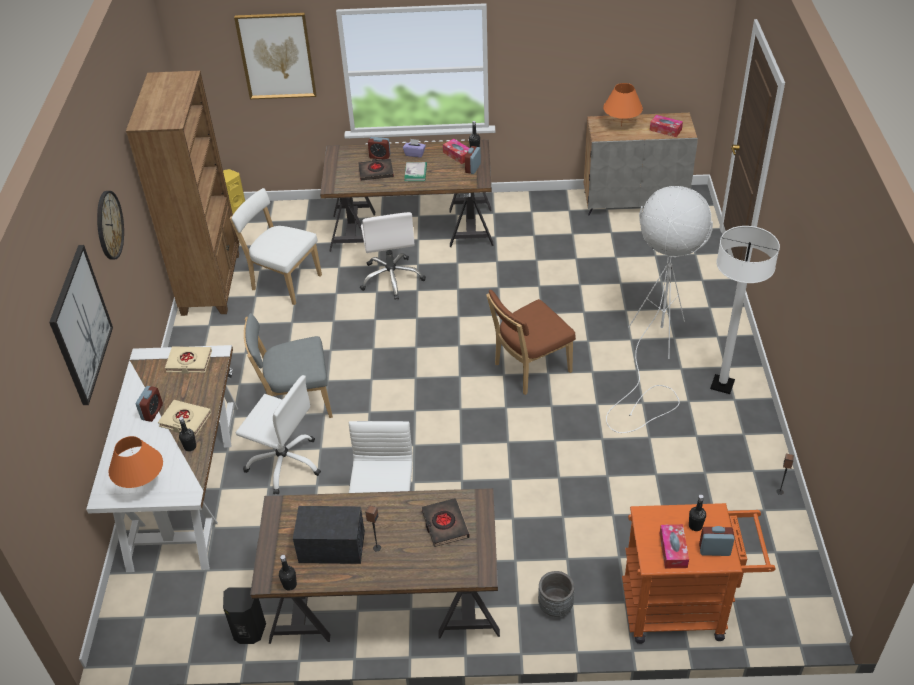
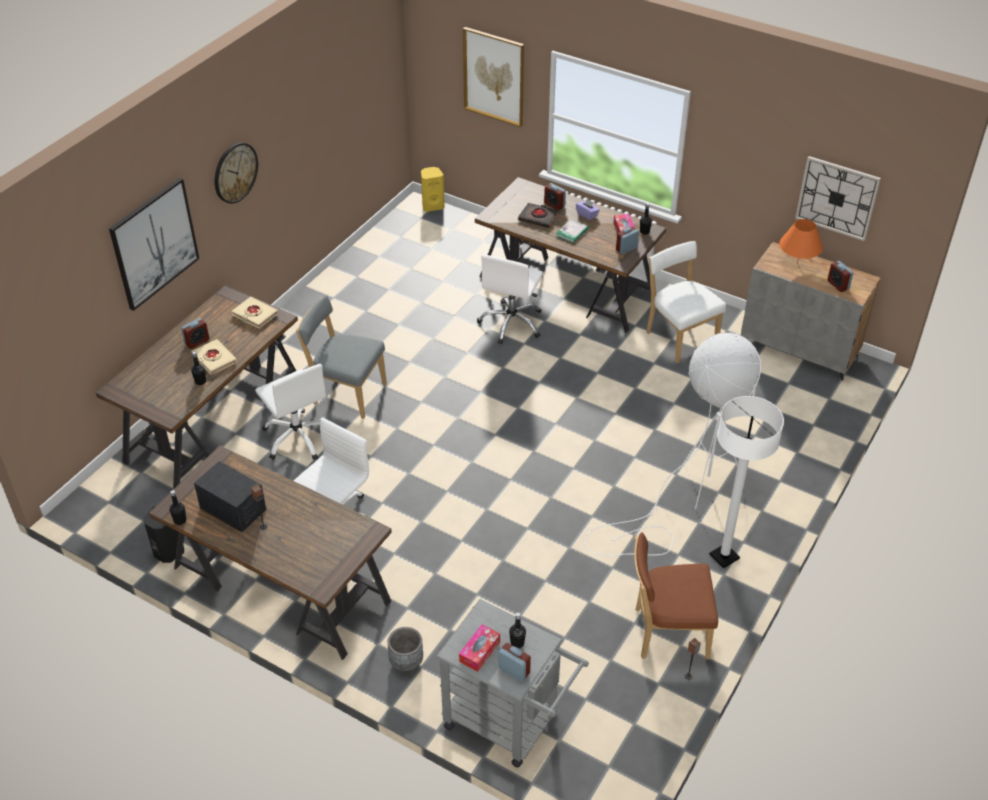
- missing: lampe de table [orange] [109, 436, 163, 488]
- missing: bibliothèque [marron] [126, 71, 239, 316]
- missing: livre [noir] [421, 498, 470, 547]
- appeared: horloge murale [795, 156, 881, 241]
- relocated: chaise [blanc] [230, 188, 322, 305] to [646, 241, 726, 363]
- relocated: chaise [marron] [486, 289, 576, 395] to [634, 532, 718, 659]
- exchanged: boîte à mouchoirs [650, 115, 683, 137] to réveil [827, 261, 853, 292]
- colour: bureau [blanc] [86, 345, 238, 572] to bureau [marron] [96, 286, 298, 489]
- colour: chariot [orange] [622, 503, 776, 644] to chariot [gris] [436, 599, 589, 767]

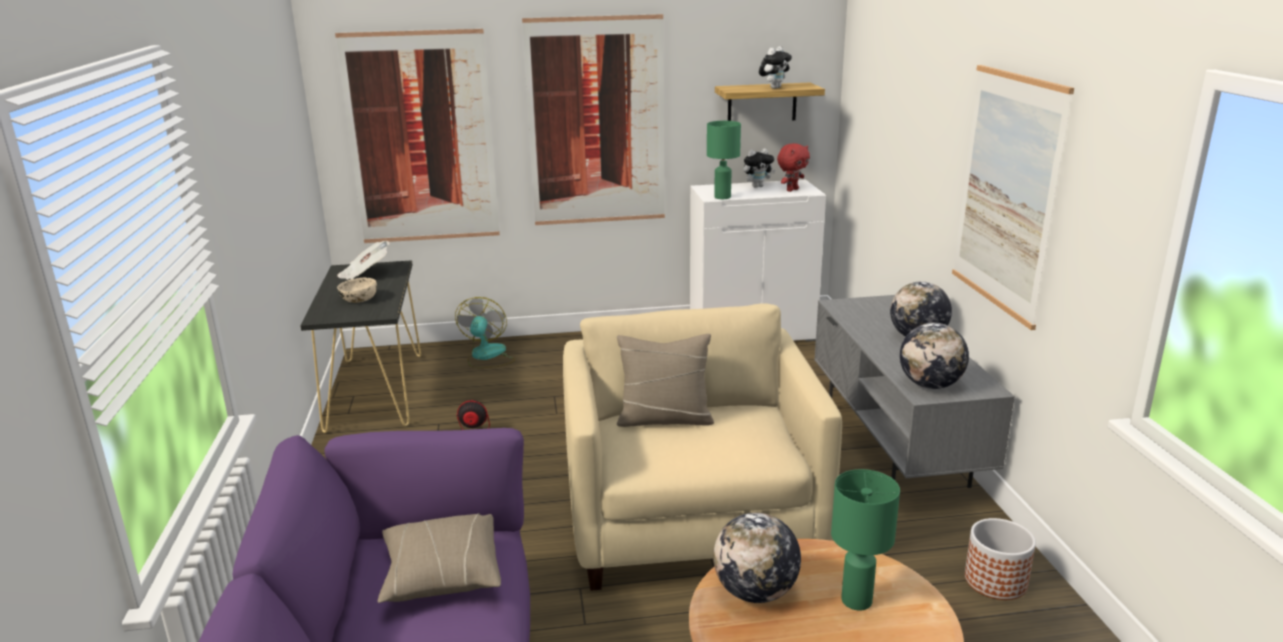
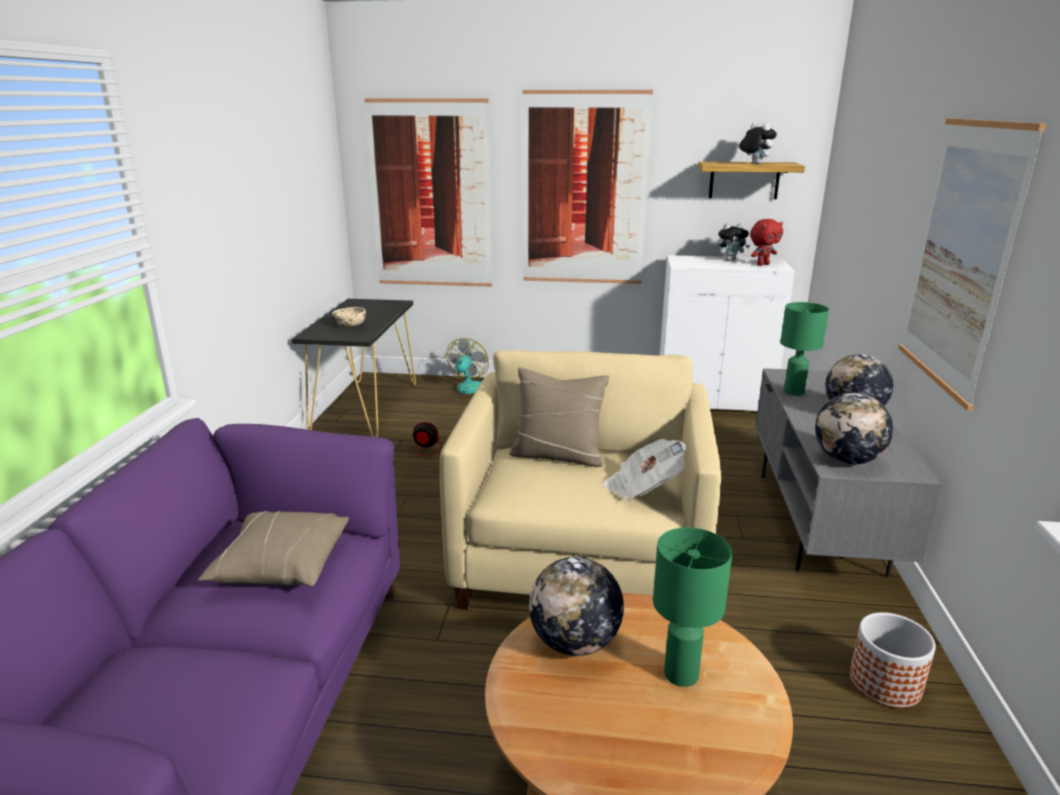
- relocated: journal [337, 241, 390, 280] to [603, 439, 687, 500]
- relocated: lampe de table [vert] [707, 121, 741, 199] to [780, 302, 829, 396]
- spun: peluche [759, 46, 792, 89] = [739, 123, 777, 164] 90 degrees counterclockwise

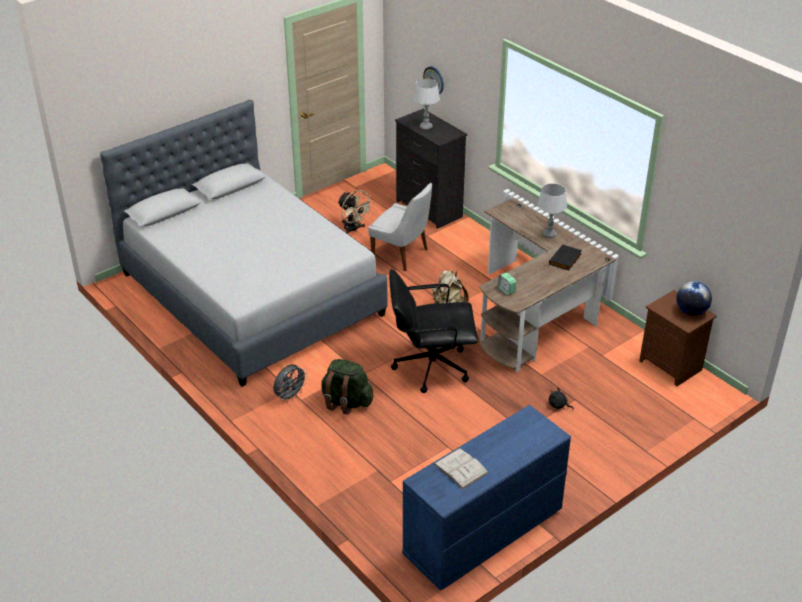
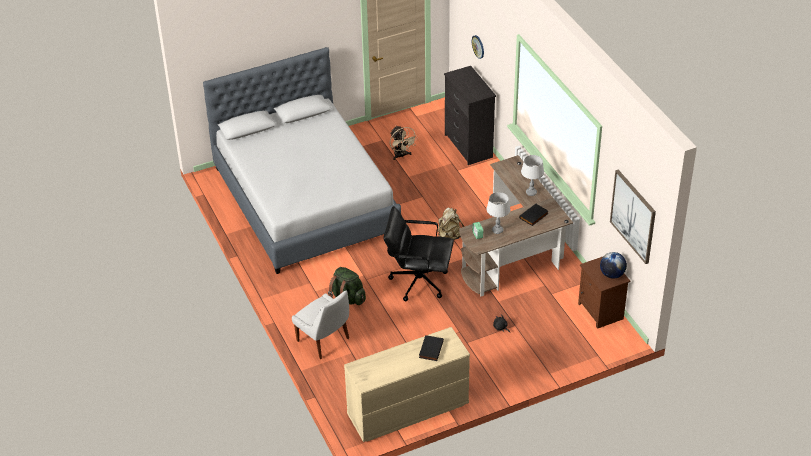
- missing: ventilateur [gris] [273, 364, 308, 402]
- missing: livre [blanc] [434, 448, 489, 489]
- appeared: livre [noir] [419, 335, 444, 361]
- appeared: tableau [610, 170, 656, 264]
- relocated: chaise [blanc] [368, 183, 432, 271] to [292, 290, 349, 359]
- relocated: lampe de table [gris] [413, 79, 440, 130] to [487, 192, 510, 234]
- colour: commode [bleu] [402, 405, 571, 591] to commode [beige] [344, 327, 470, 442]

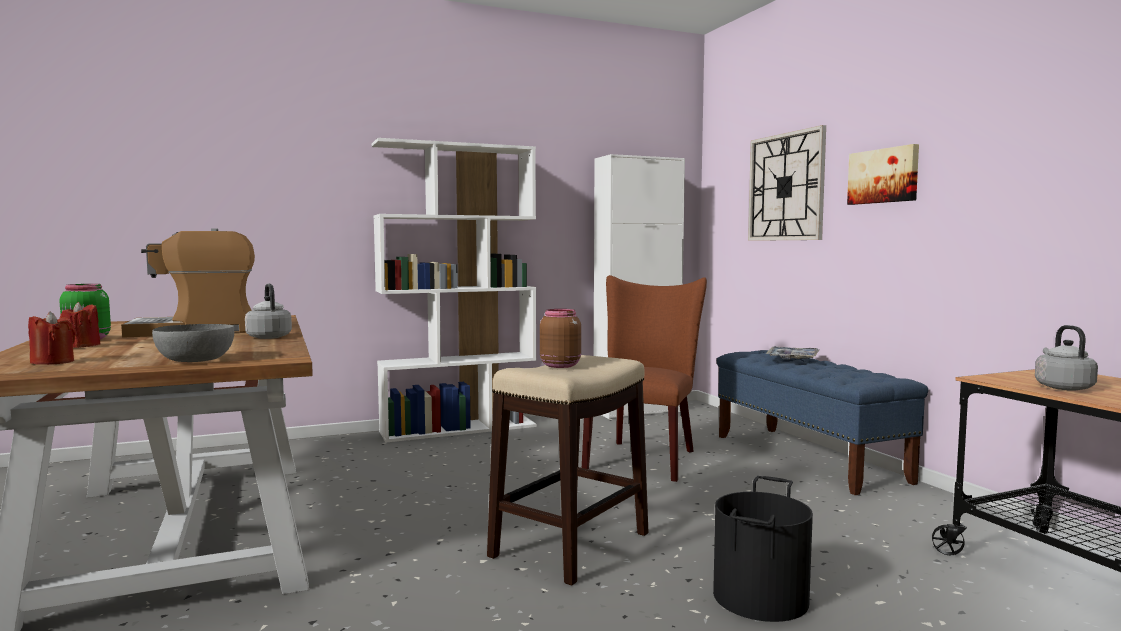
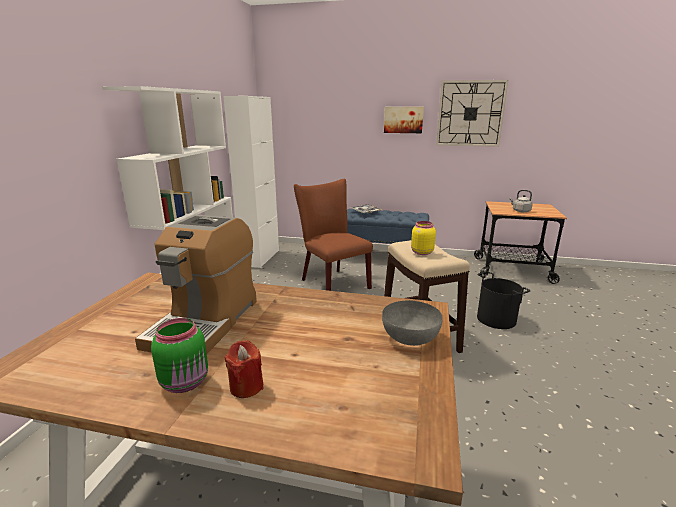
- missing: bougie [rouge] [28, 312, 76, 365]
- missing: bouilloire [gris] [245, 284, 292, 339]
- relocated: horloge murale [748, 125, 826, 241] to [436, 80, 508, 147]
- colour: bocal [marron] [540, 309, 581, 368] to bocal [jaune] [411, 221, 436, 255]

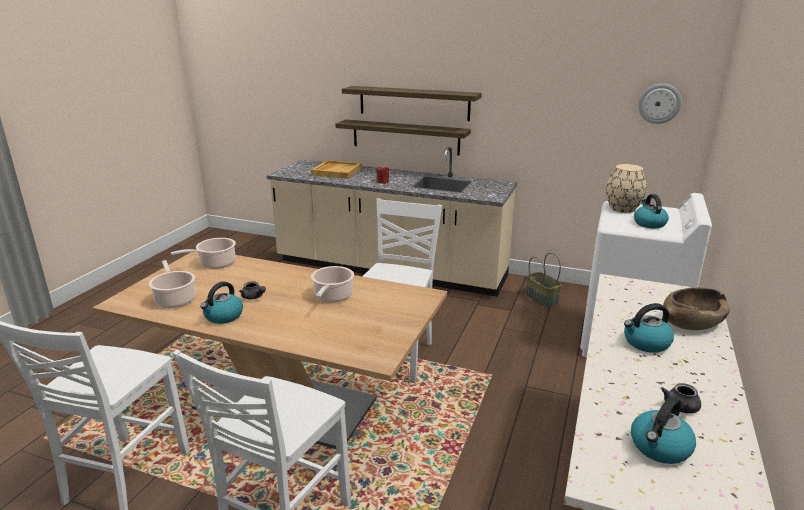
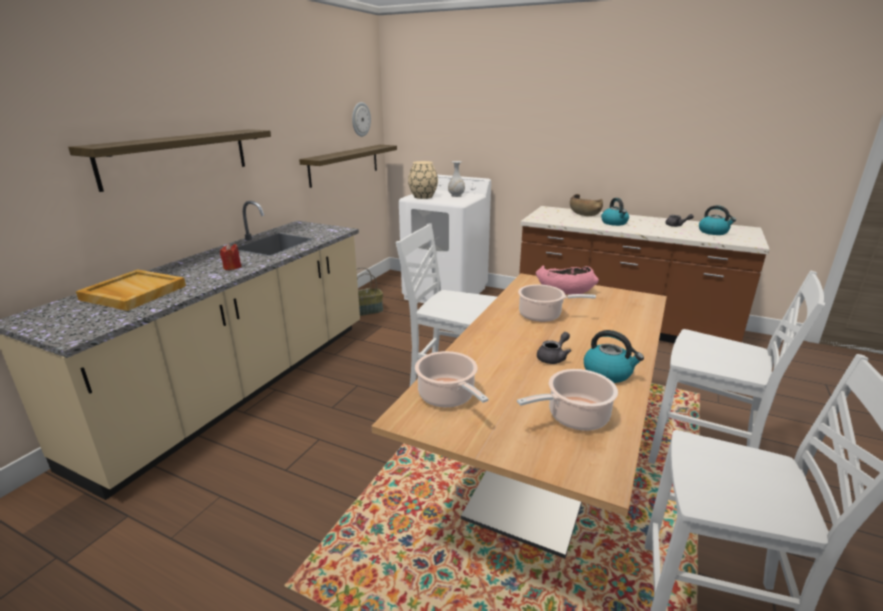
- appeared: bol [rose] [536, 266, 599, 295]
- relocated: étagère [335, 119, 471, 156] to [299, 145, 397, 188]
- exchanged: bouilloire [634, 194, 669, 229] to vase [blanc] [448, 161, 465, 197]

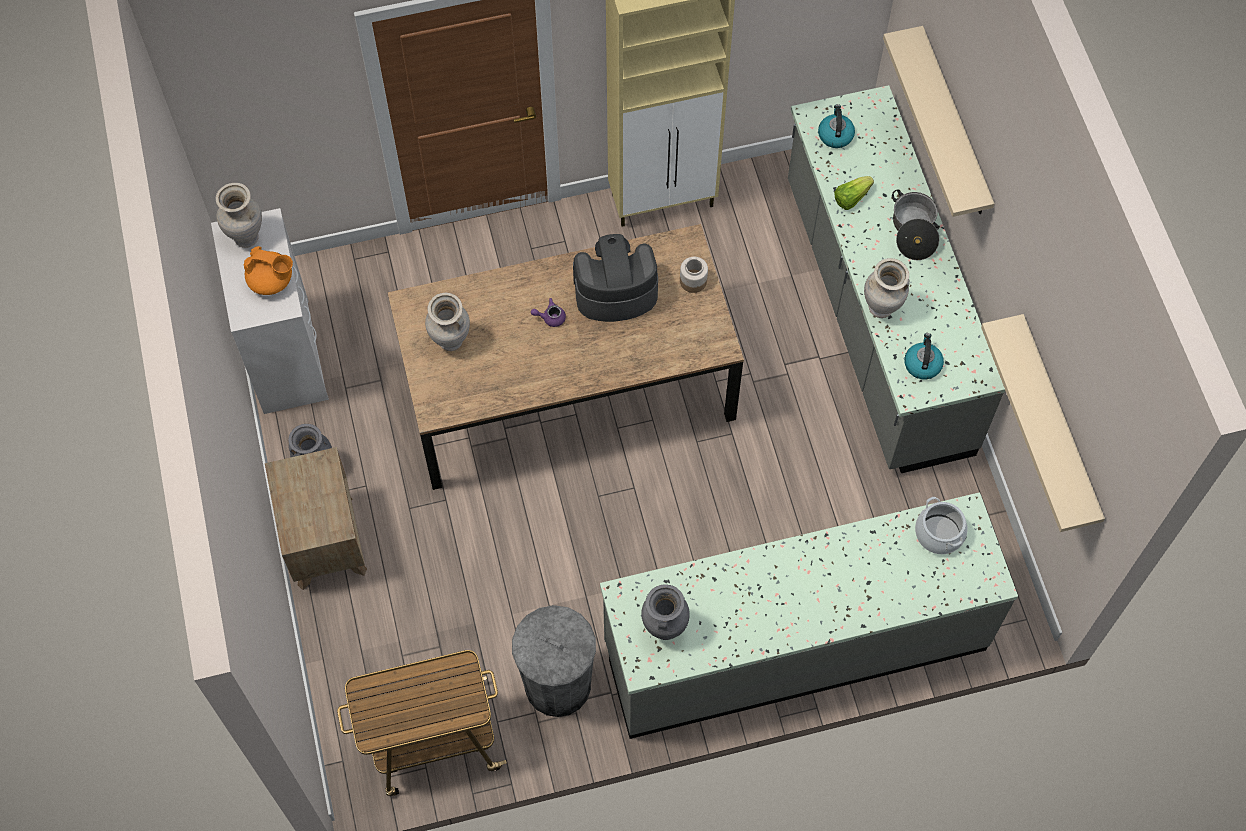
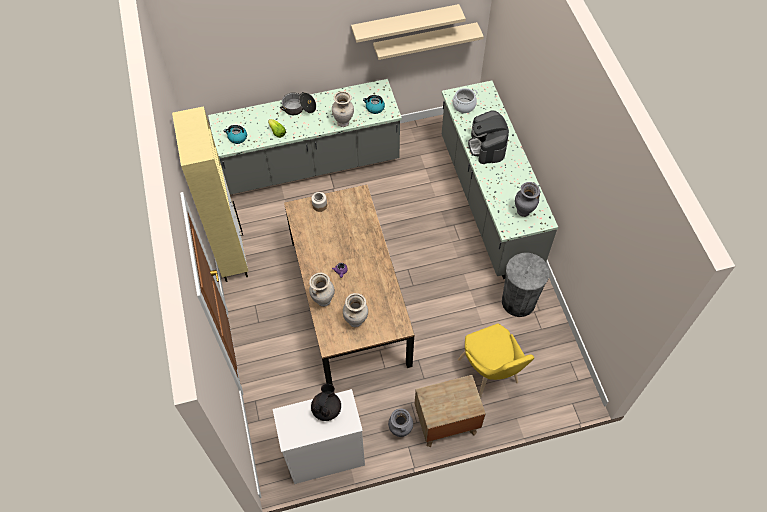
- missing: chariot [337, 650, 507, 796]
- appeared: chaise [jaune] [458, 324, 534, 398]
- relocated: vase [beige] [216, 183, 262, 248] to [309, 273, 335, 307]
- relocated: machine à café [573, 234, 658, 322] to [468, 111, 509, 164]
- relocated: étagère [beige] [883, 26, 994, 217] to [351, 4, 466, 43]
- colour: théière [orange] [244, 246, 293, 295] to théière [noir] [311, 384, 341, 421]

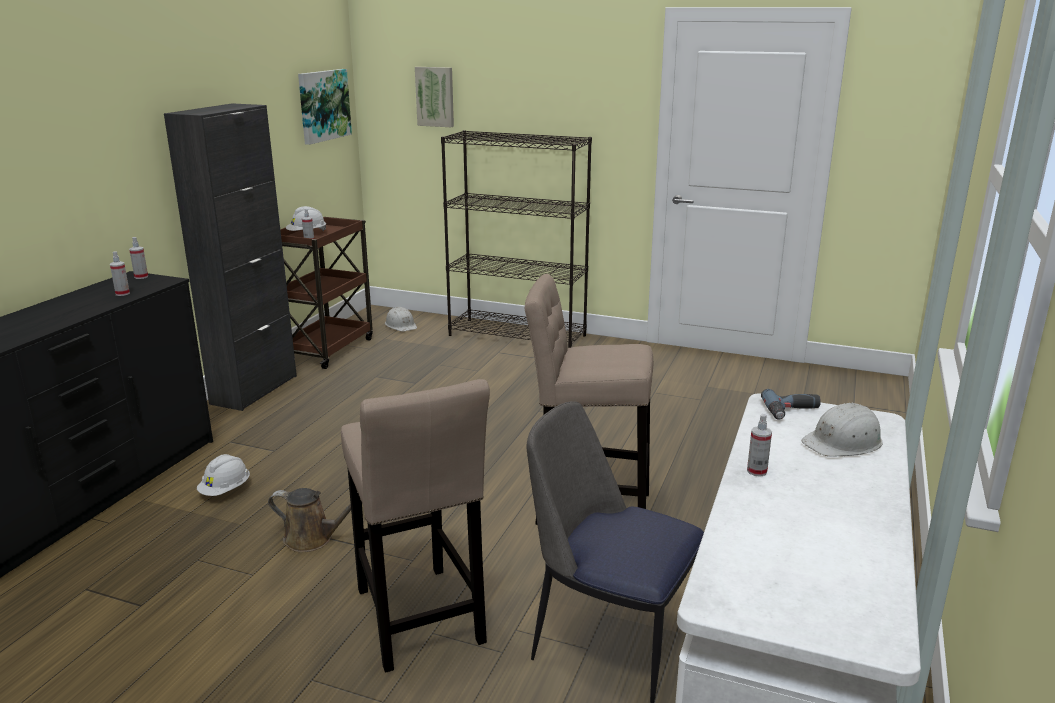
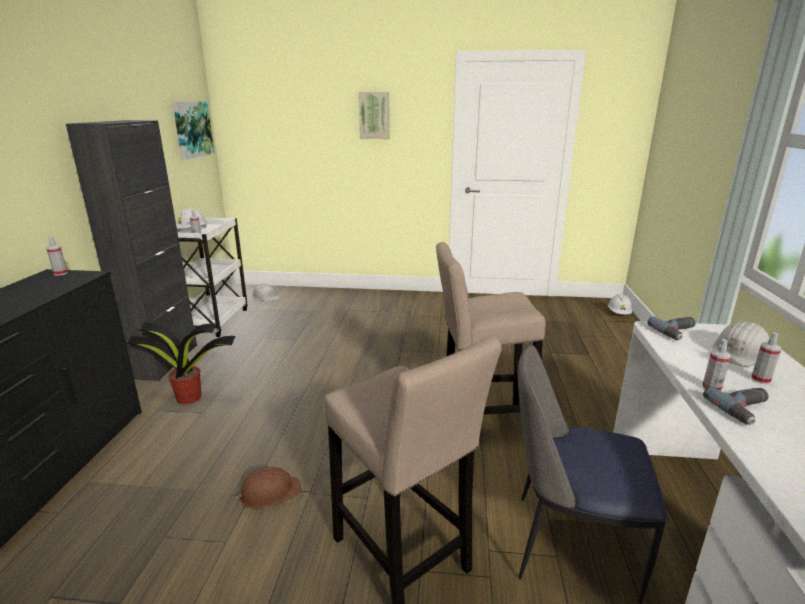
- missing: bibliothèque [noir] [441, 130, 592, 348]
- appeared: plante en pot [126, 322, 235, 404]
- appeared: perceuse [703, 386, 768, 425]
- relocated: vaporisateur [110, 251, 130, 296] to [751, 332, 781, 384]
- relocated: casque de chantier [blanc] [197, 454, 250, 496] to [608, 294, 632, 314]
- relocated: tableau [415, 67, 454, 127] to [358, 92, 389, 139]
- exchanged: arrosoir [marron] [268, 488, 351, 552] to casque de chantier [marron] [235, 467, 301, 509]
- colour: chariot [marron] [280, 217, 373, 369] to chariot [blanc] [177, 218, 248, 337]

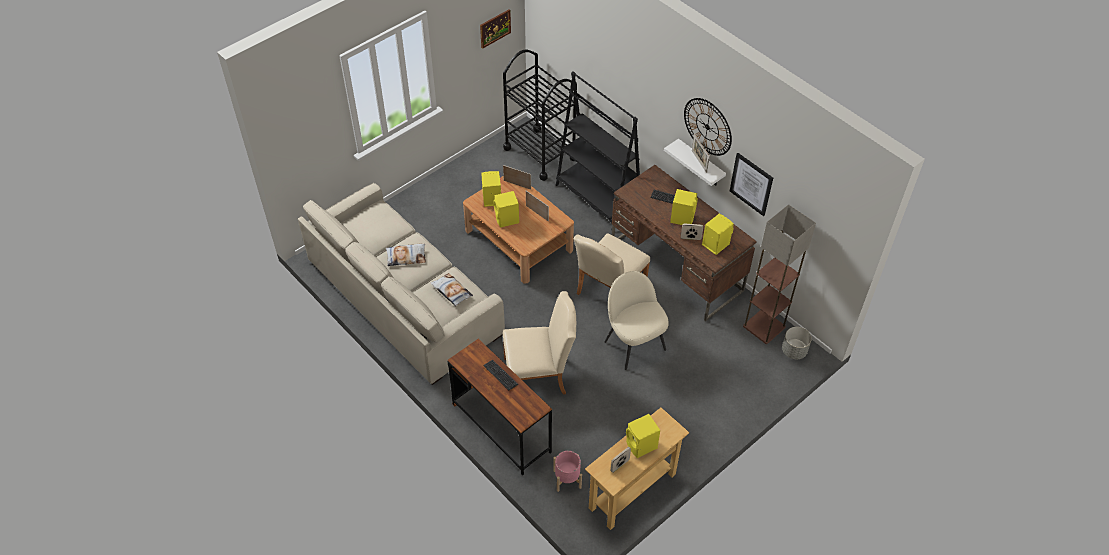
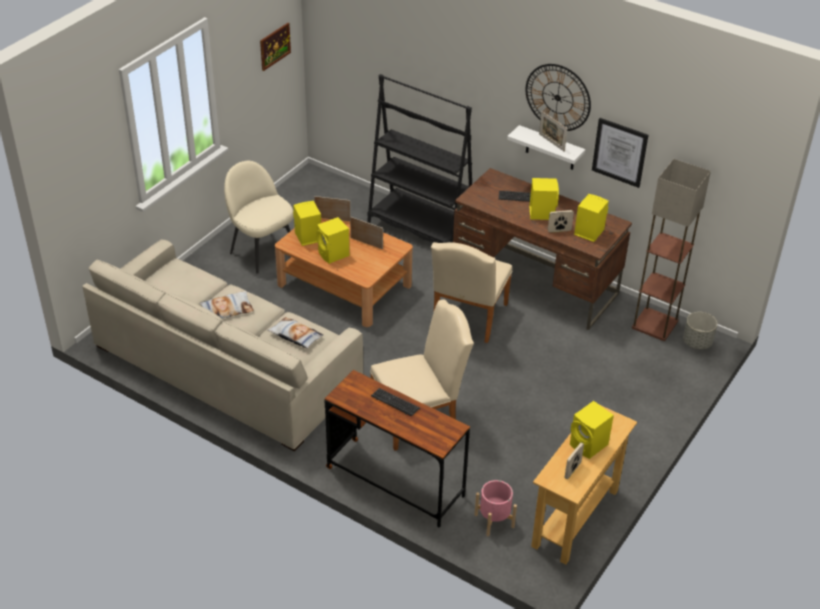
- missing: chariot [noir] [503, 49, 577, 181]
- relocated: chaise [beige] [605, 271, 668, 370] to [224, 161, 294, 273]

